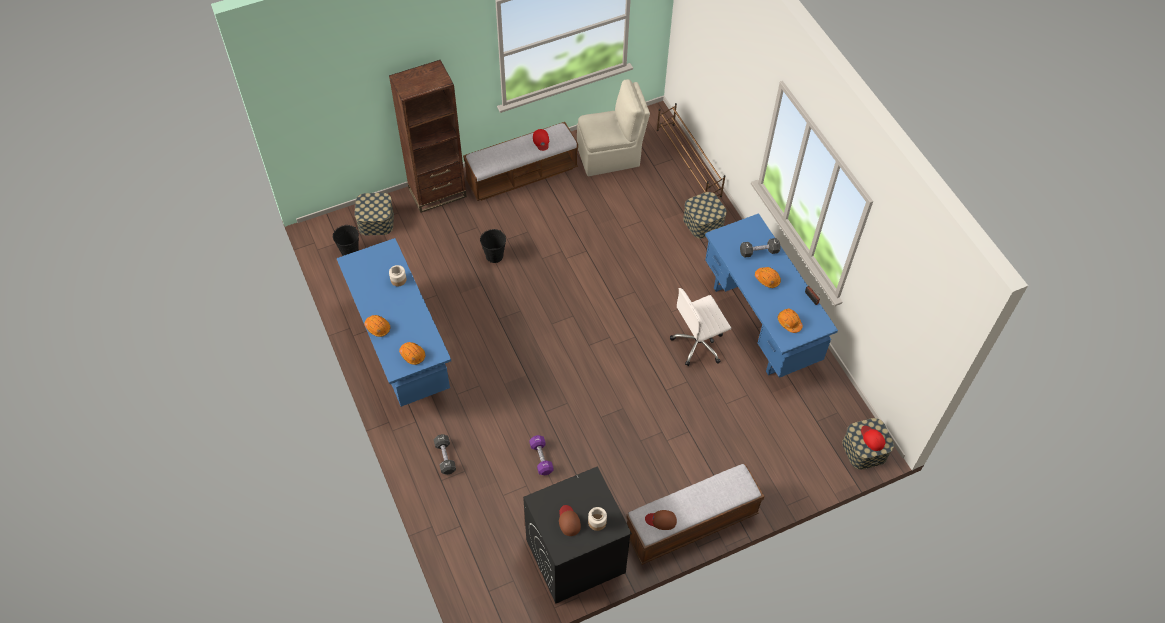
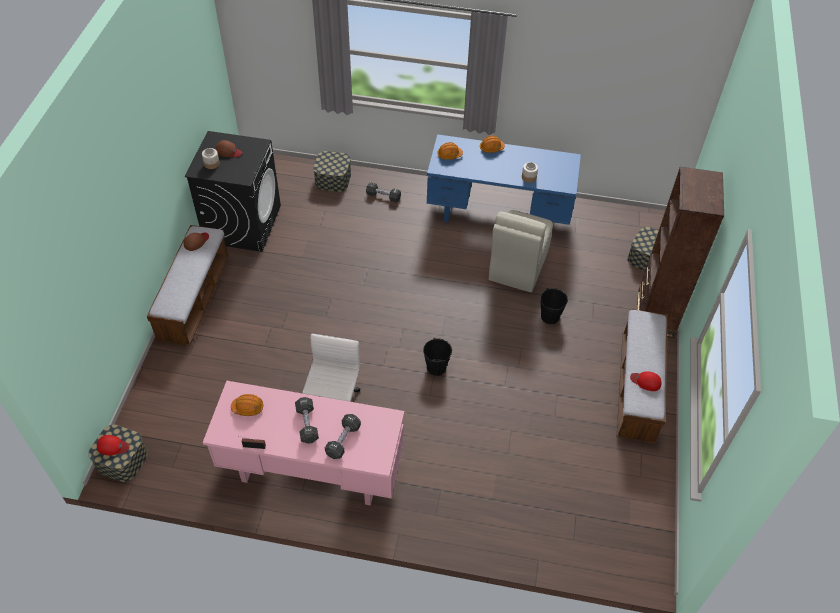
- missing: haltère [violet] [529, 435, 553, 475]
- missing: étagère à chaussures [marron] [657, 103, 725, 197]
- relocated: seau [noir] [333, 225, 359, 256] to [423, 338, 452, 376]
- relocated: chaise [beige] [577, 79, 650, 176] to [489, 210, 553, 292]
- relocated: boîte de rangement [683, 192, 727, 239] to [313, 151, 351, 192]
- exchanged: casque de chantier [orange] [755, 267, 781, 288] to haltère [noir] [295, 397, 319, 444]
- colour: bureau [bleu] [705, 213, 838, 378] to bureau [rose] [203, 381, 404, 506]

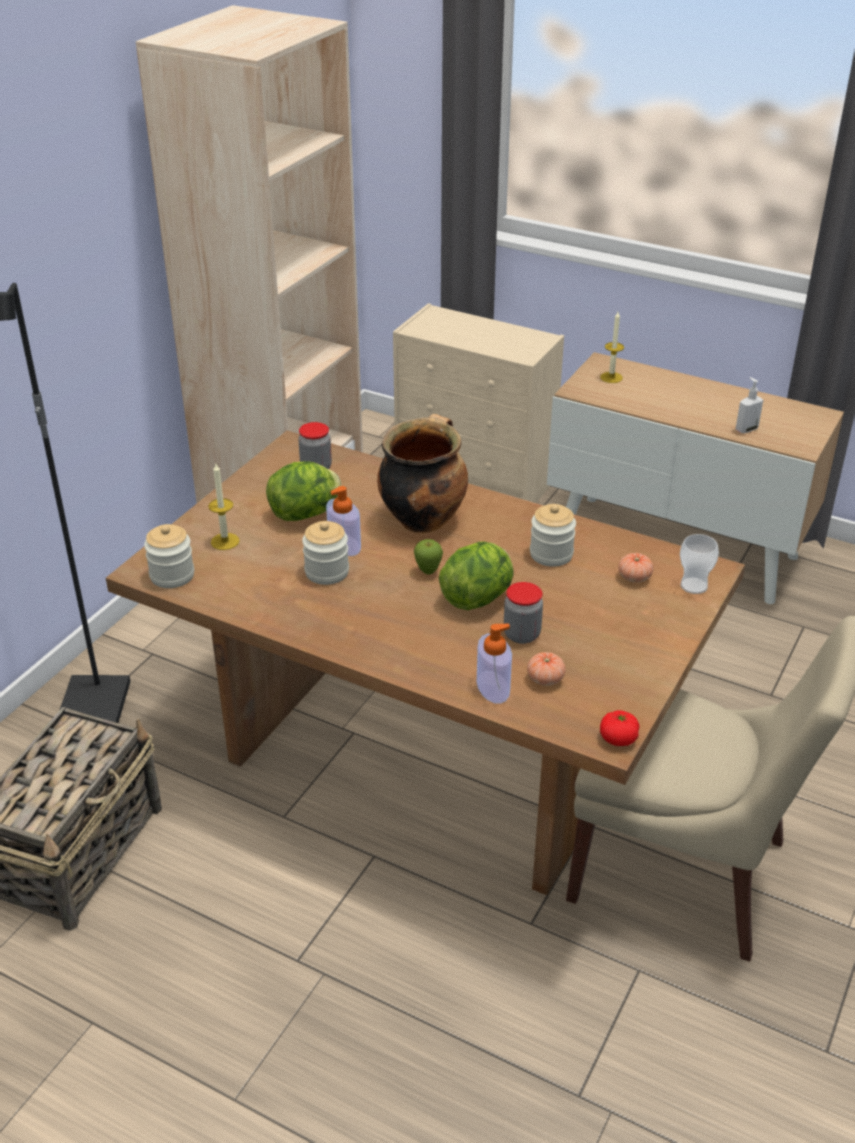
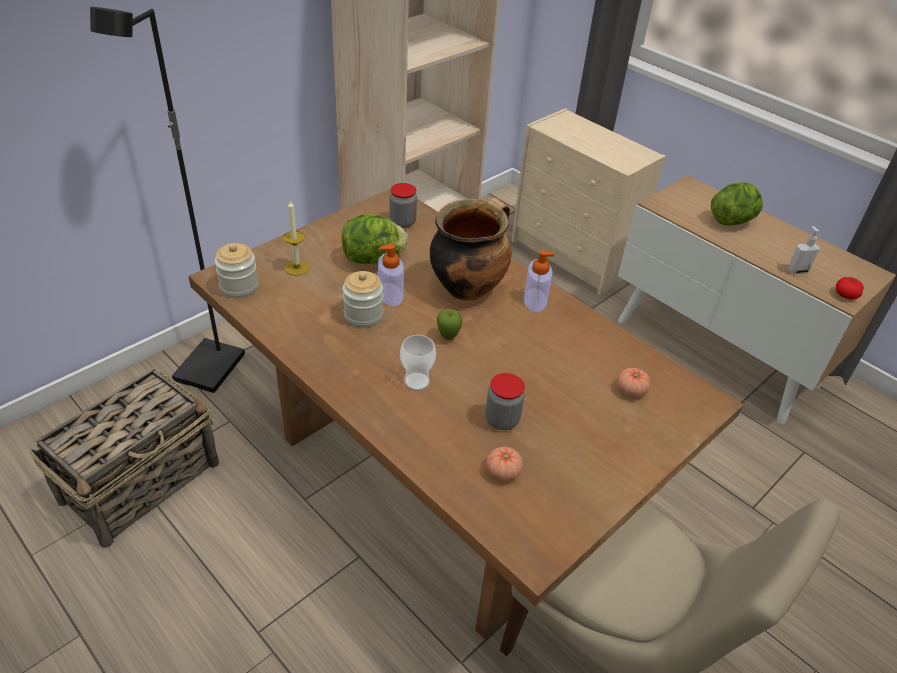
- missing: bocal [530, 504, 576, 567]
- missing: bougie [600, 312, 624, 383]
- relocated: laitue [439, 541, 514, 610] to [711, 183, 763, 226]
- relocated: distributeur de savon [477, 624, 512, 704] to [524, 250, 554, 312]
- relocated: tomate [600, 710, 640, 746] to [836, 277, 864, 300]
- relocated: tasse [680, 534, 719, 594] to [400, 335, 436, 391]

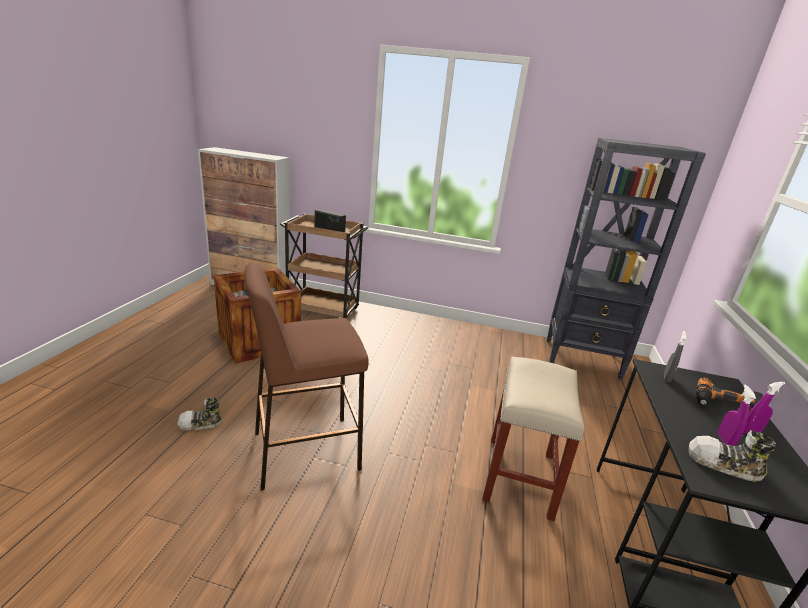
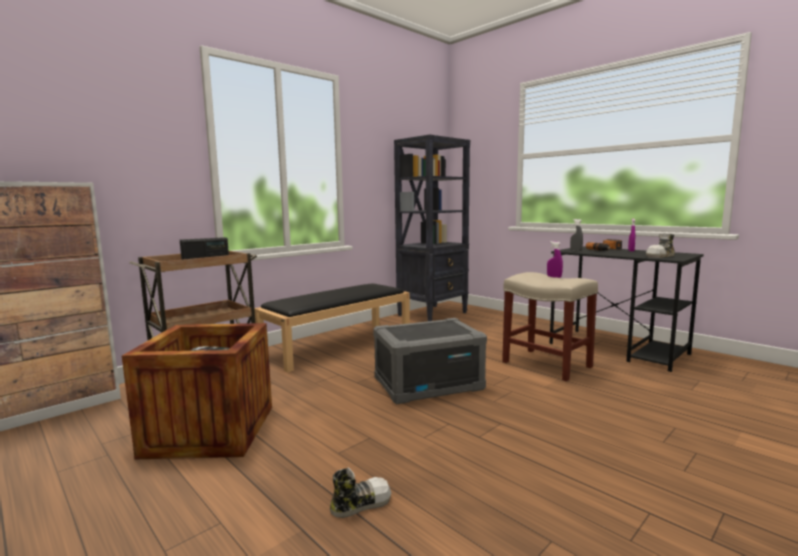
- missing: tabouret [marron] [245, 262, 369, 491]
- appeared: banc [noir] [254, 283, 410, 373]
- appeared: boîte de rangement [gris] [373, 318, 487, 405]
- relocated: vaporisateur [violet] [718, 385, 756, 446] to [547, 241, 563, 278]
- spun: chaussure [177, 397, 223, 431] = [330, 467, 391, 518] 135 degrees counterclockwise

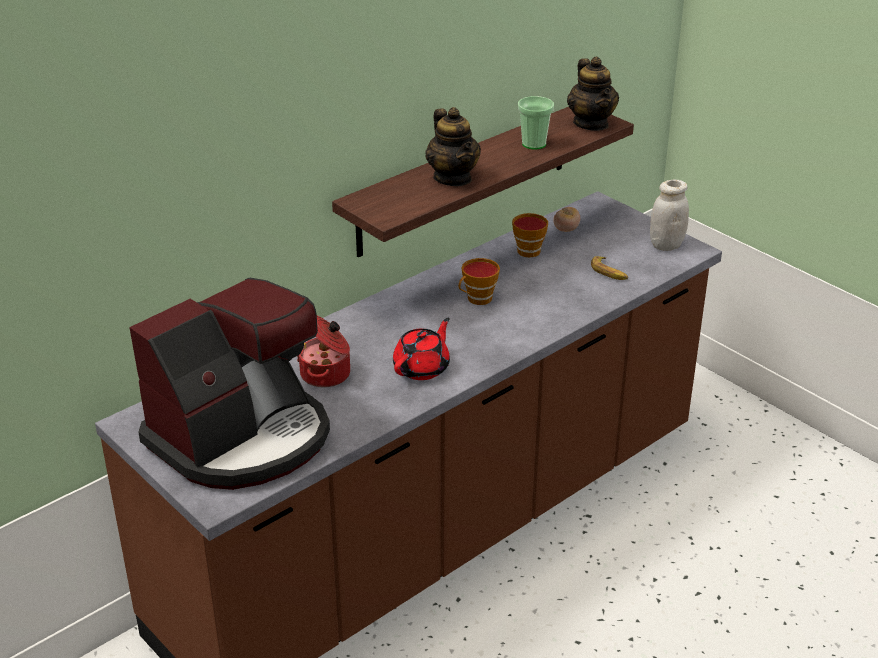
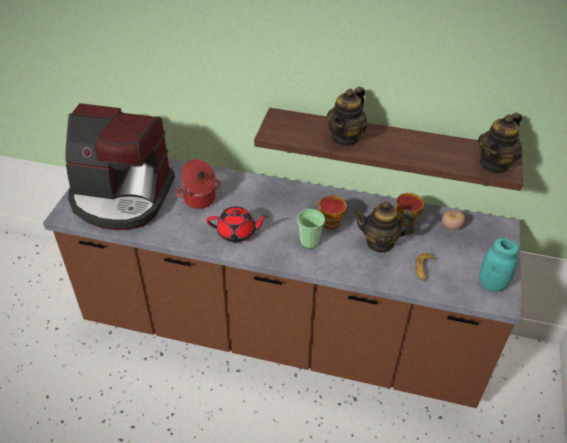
- appeared: théière [354, 201, 415, 253]
- relocated: tasse [518, 96, 554, 149] to [297, 209, 325, 249]
- colour: bocal [blanc] [650, 179, 689, 251] to bocal [turquoise] [479, 238, 519, 292]

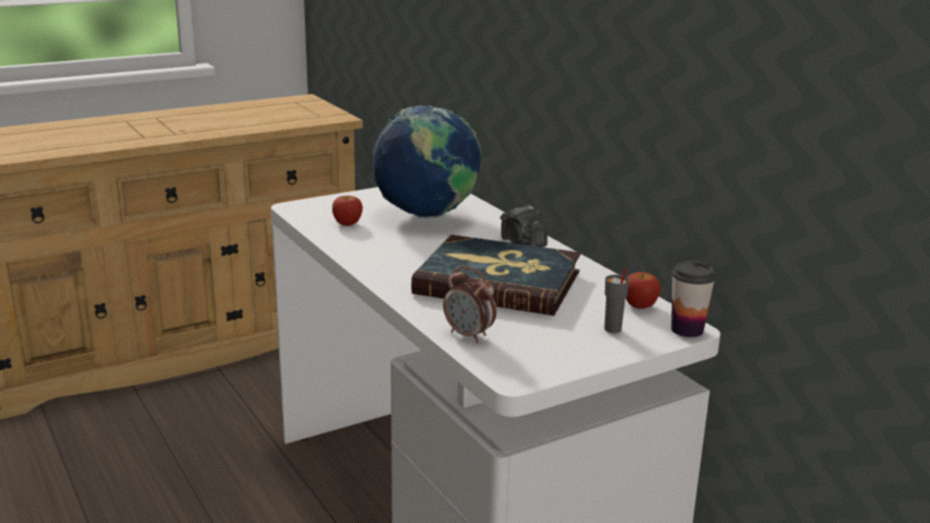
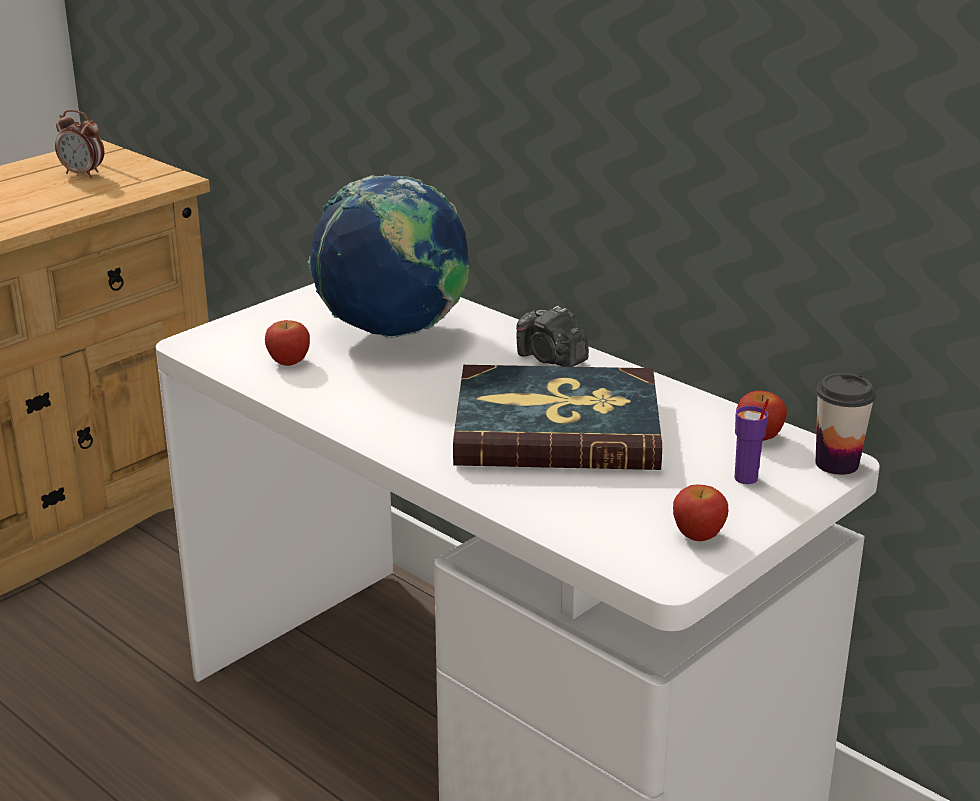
- appeared: pomme [673, 484, 728, 541]
- relocated: réveil [443, 266, 497, 343] to [55, 110, 104, 178]
- colour: tasse [gris] [604, 268, 629, 333] to tasse [violet] [735, 398, 769, 484]

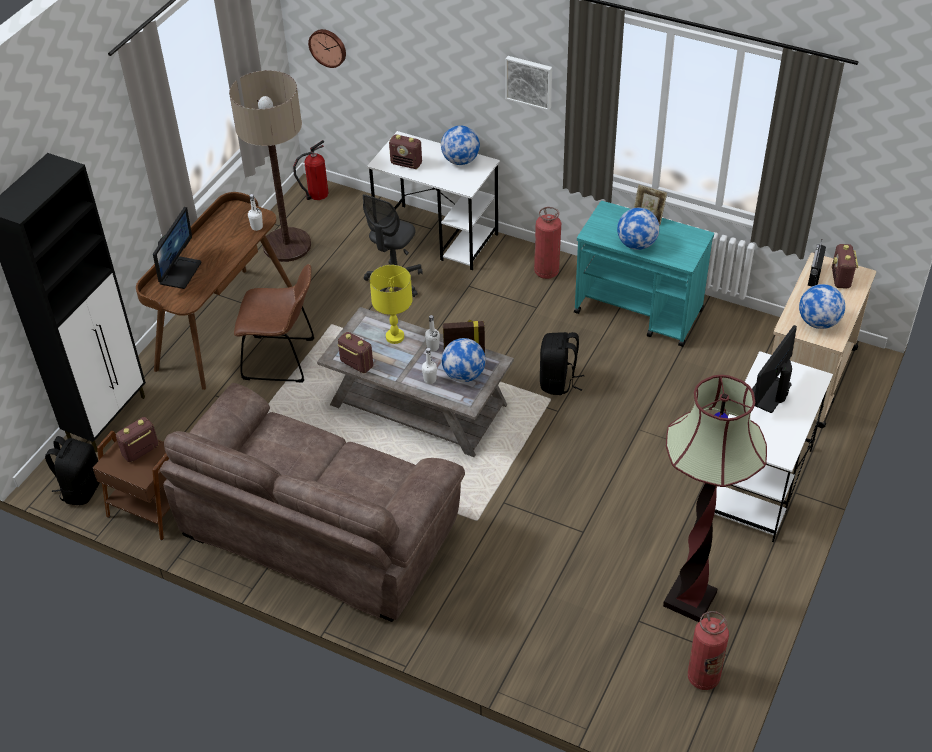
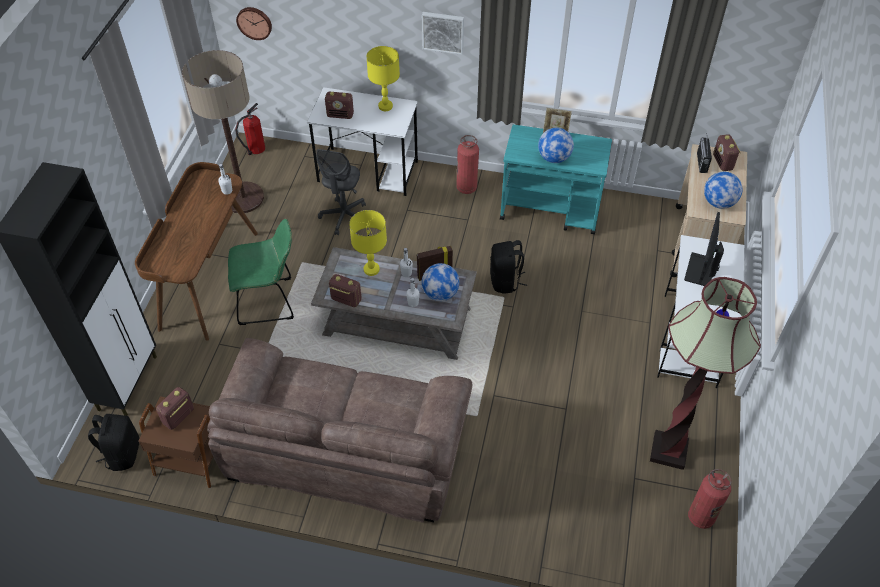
- missing: écran d'ordinateur [153, 207, 201, 289]
- exchanged: globe [441, 126, 480, 165] to lampe de table [jaune] [366, 46, 400, 111]
- colour: chaise [marron] [234, 264, 314, 383] to chaise [vert] [228, 219, 294, 325]

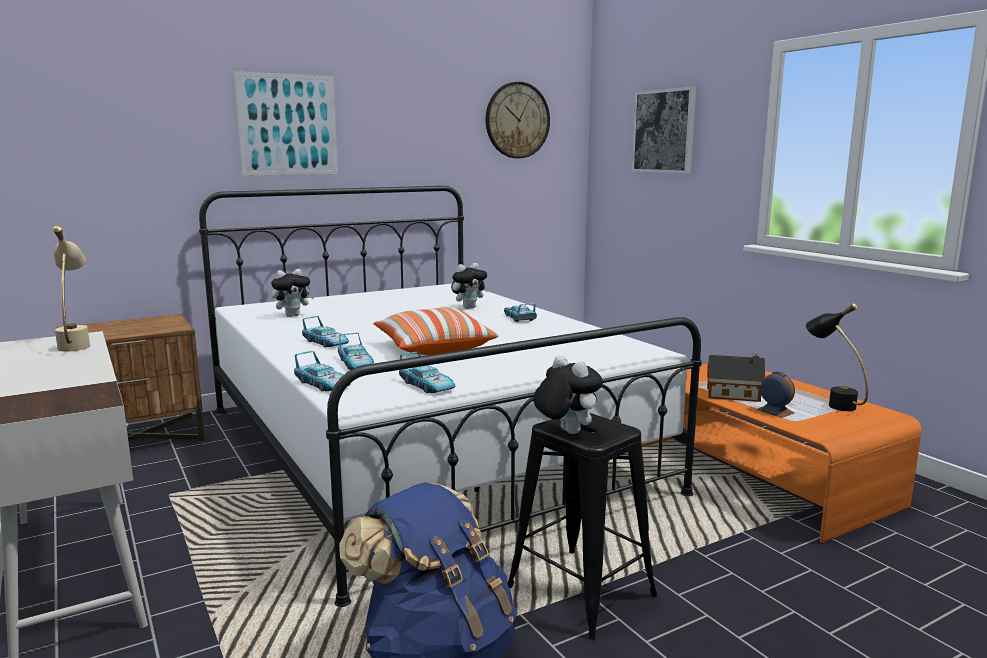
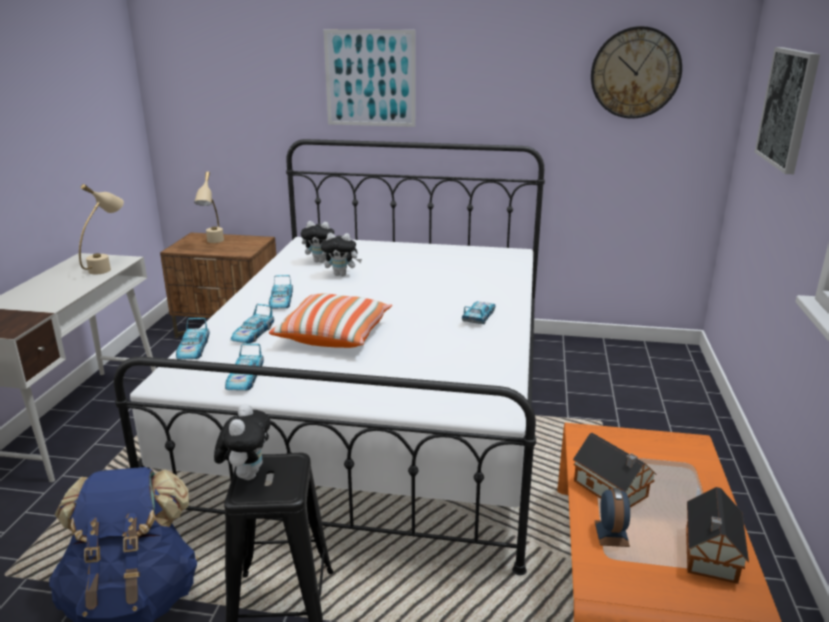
- appeared: lampe de table [beige] [194, 171, 224, 243]
- relocated: peluche [451, 263, 488, 309] to [321, 233, 362, 276]
- exchanged: lampe de table [noir] [806, 303, 868, 411] to maison miniature [686, 487, 749, 584]

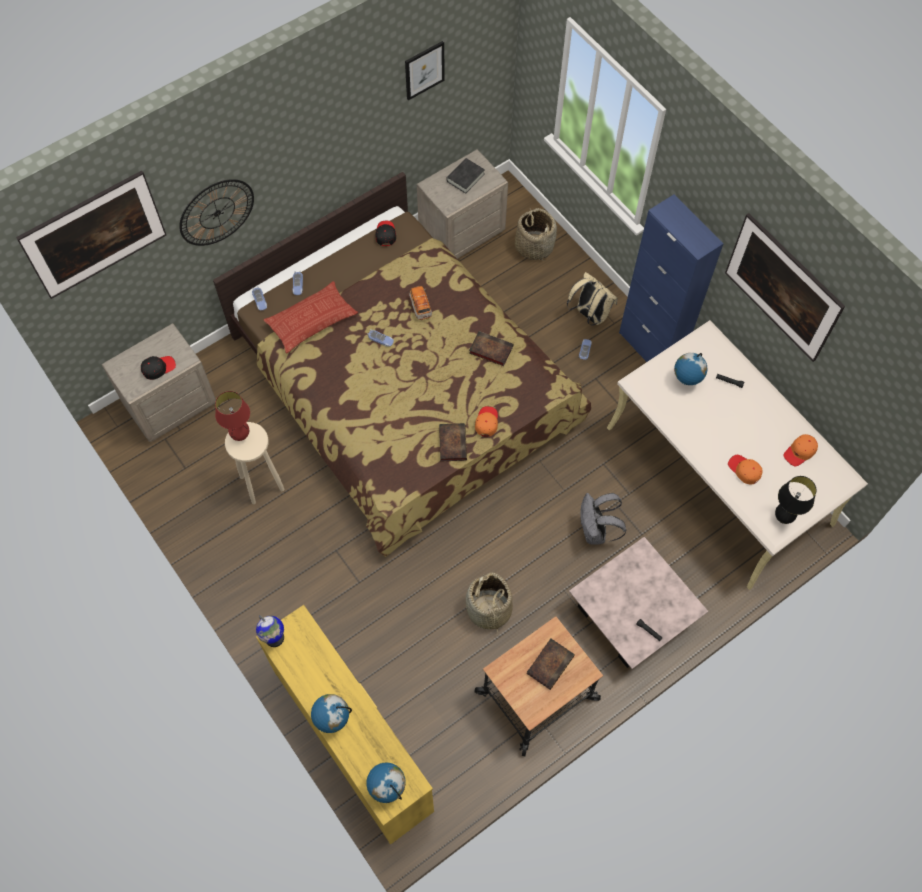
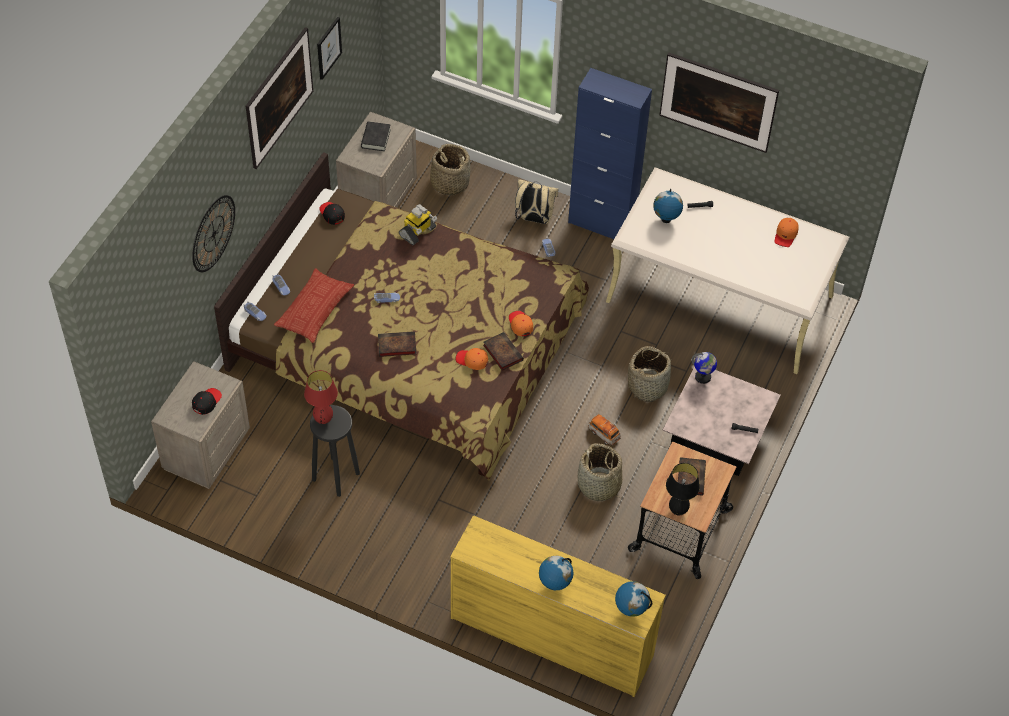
- appeared: robot jouet [399, 204, 438, 245]
- relocated: tableau [16, 171, 166, 299] to [246, 27, 313, 169]
- relocated: globe [256, 615, 284, 647] to [691, 352, 717, 384]
- relocated: petite voiture [409, 286, 432, 321] to [588, 414, 621, 445]
- relocated: livre [469, 331, 514, 366] to [378, 331, 416, 357]
- relocated: casquette [orange] [728, 455, 763, 485] to [456, 348, 488, 370]
- relocated: lampe de table [noir] [775, 476, 816, 524] to [666, 463, 700, 515]
- exchanged: sac à dos [gris] [580, 493, 626, 545] to panier [628, 346, 672, 402]
- colour: tabouret [beige] [225, 422, 285, 504] to tabouret [noir] [310, 405, 360, 497]

